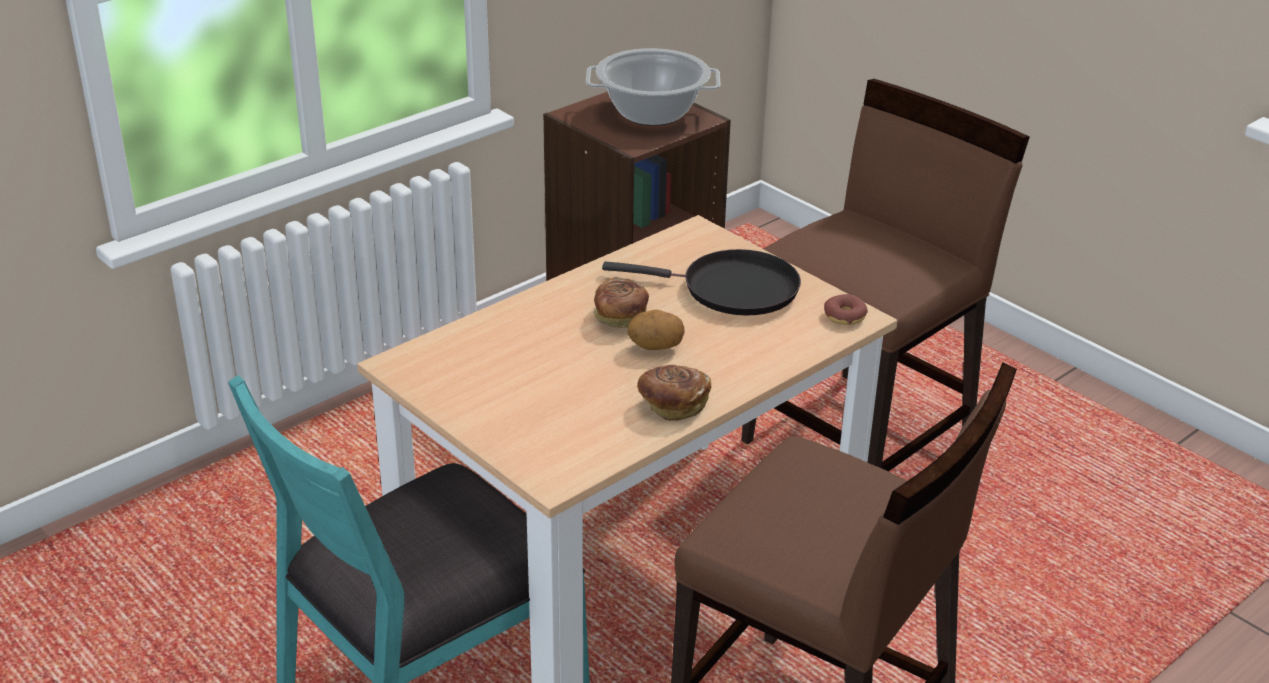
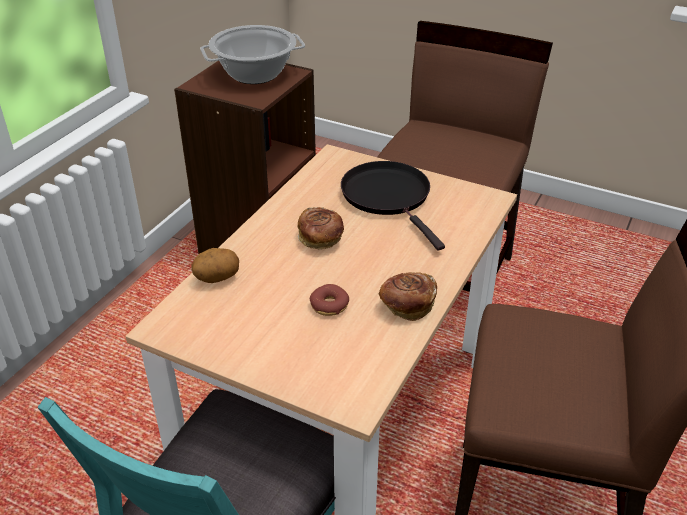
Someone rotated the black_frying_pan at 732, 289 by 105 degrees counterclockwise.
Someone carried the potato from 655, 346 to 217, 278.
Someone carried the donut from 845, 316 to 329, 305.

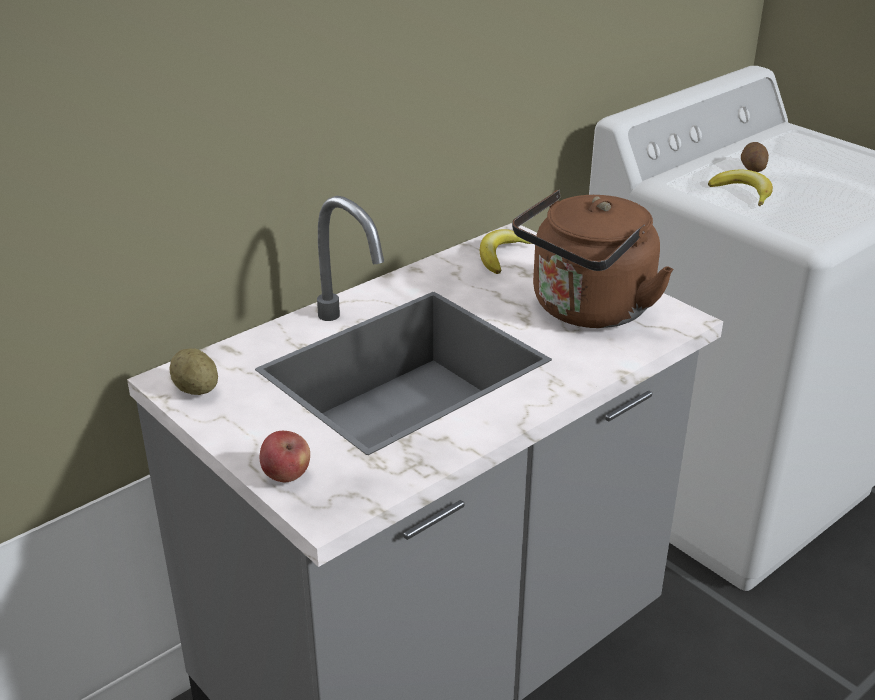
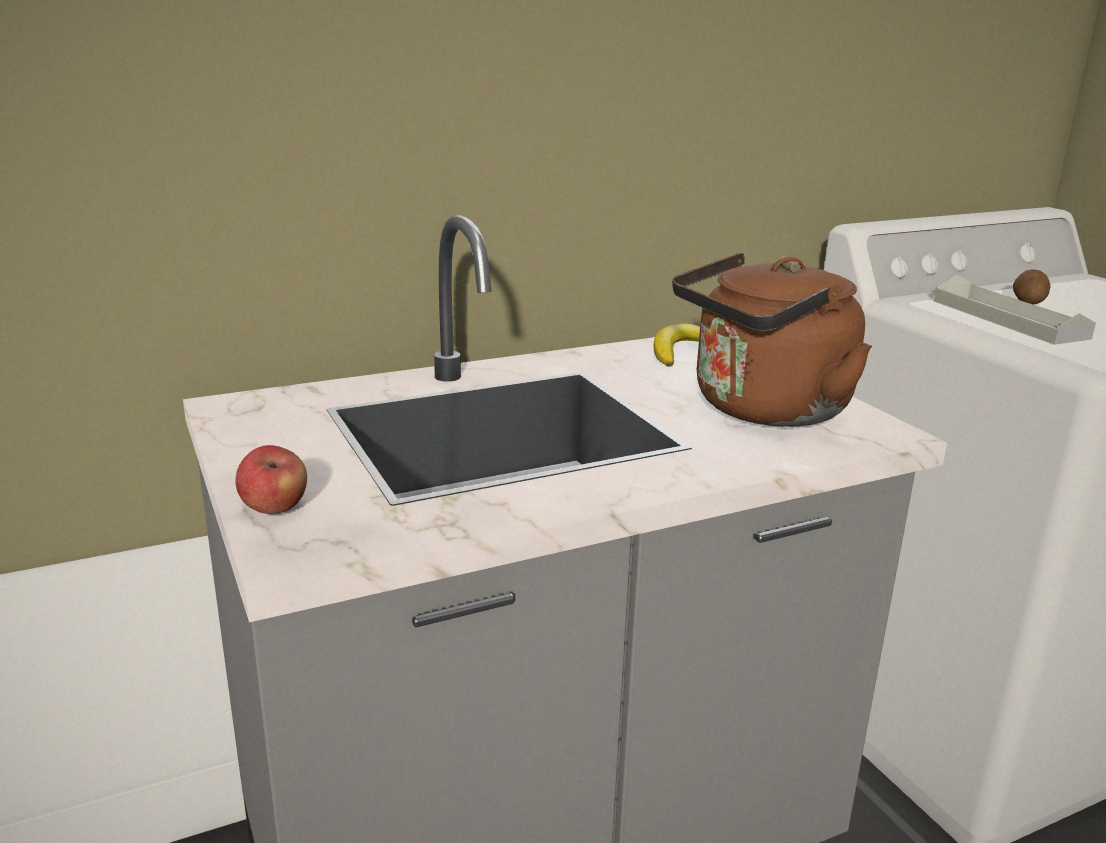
Someone took away the potato at 196, 389.
Someone swapped the banana at 743, 193 for the grey_tray at 1007, 319.

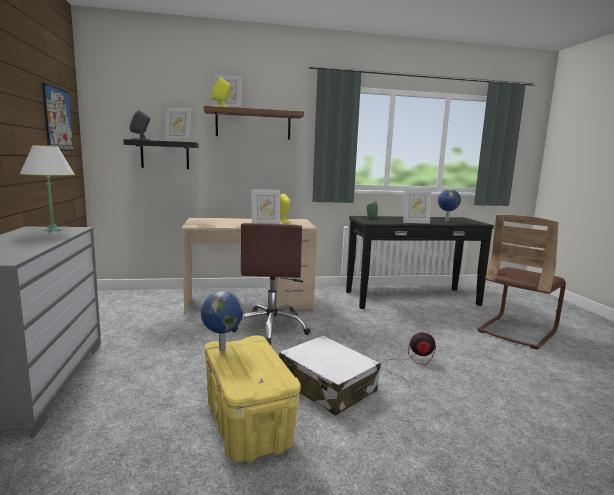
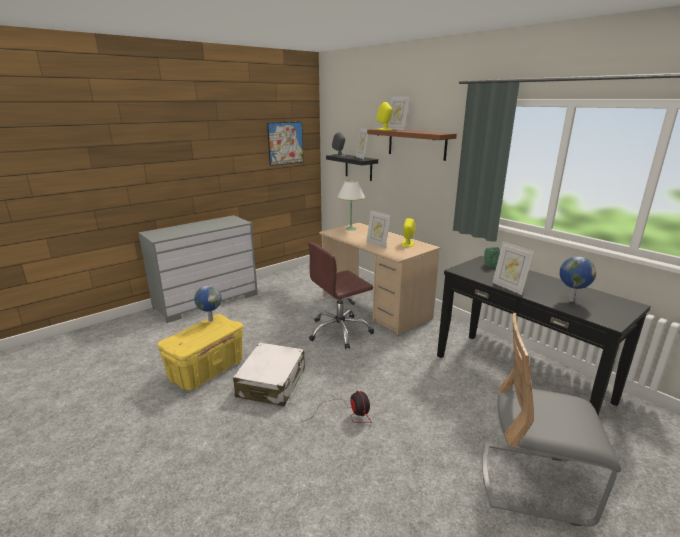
Someone carried the white_table_lamp from 52, 229 to 350, 228.
Someone repainted the brown_chair at 517, 331, which became the grey_chair at 534, 482.

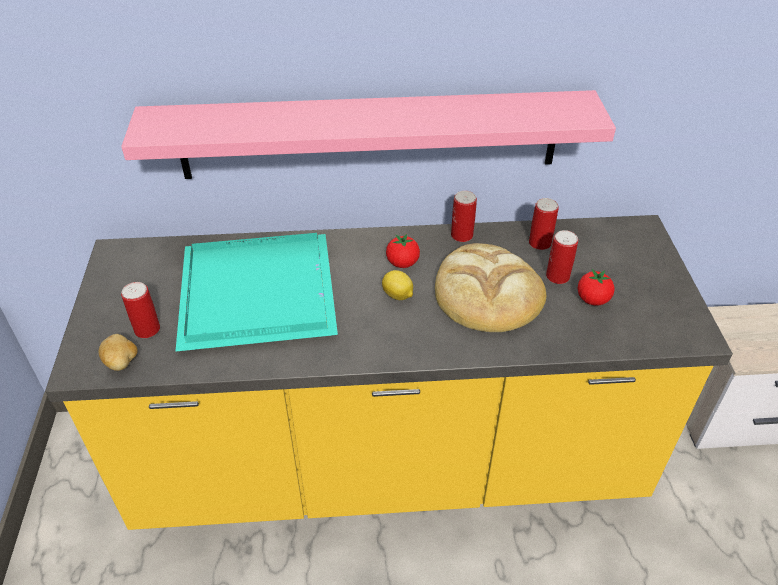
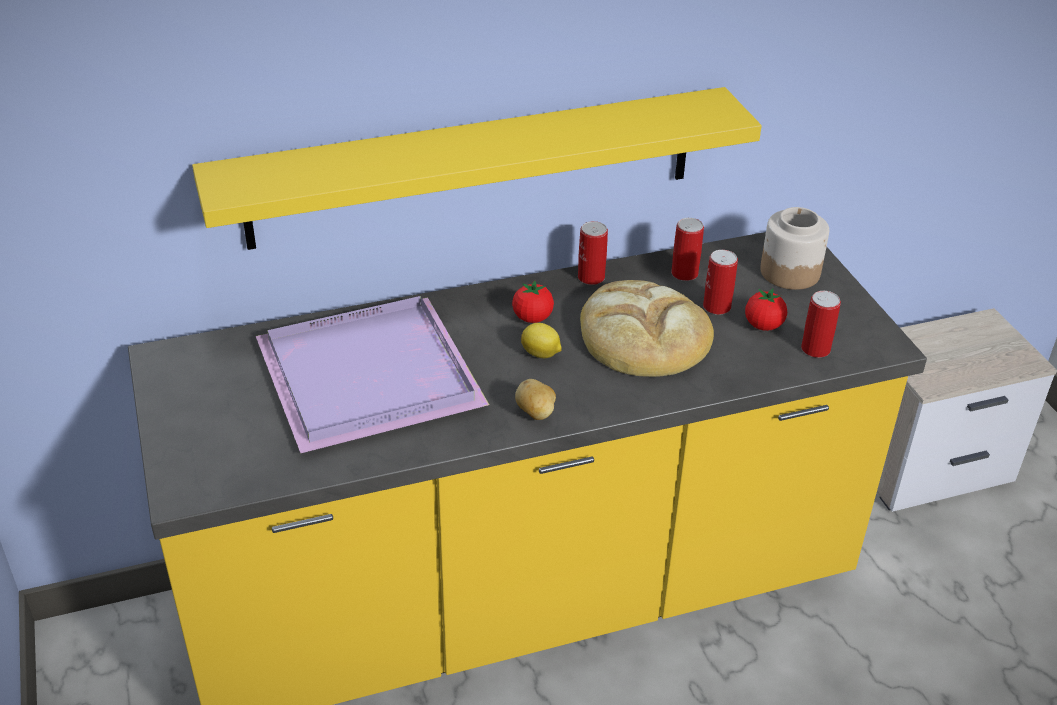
Someone carried the potato from 122, 363 to 536, 413.
Someone repainted the pink_shelf at 369, 135, which became the yellow_shelf at 474, 168.
Someone carried the can from 147, 329 to 815, 349.
Someone repainted the turquoise_tray at 260, 294, which became the purple_tray at 374, 377.
Someone put down the jar at 790, 272.

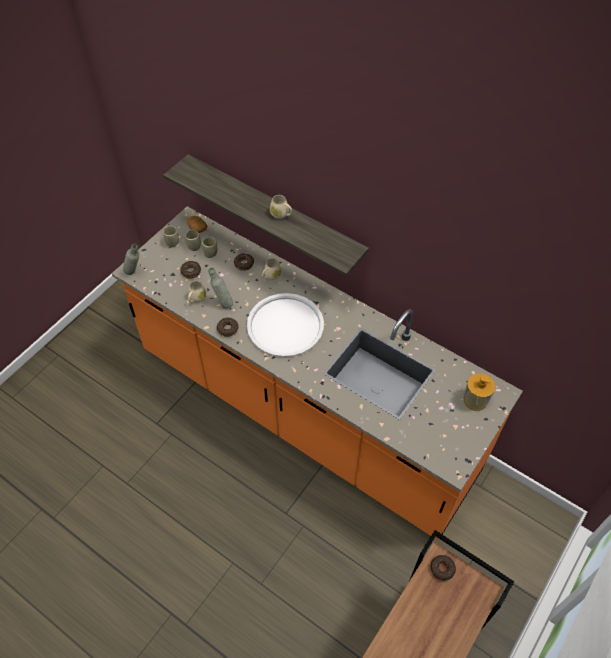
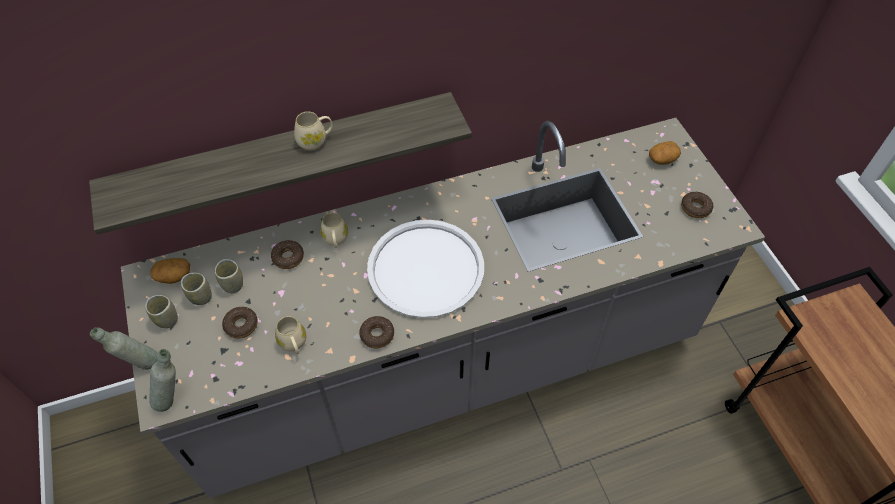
Someone repainted the orange_counter at 305, 411, which became the grey_counter at 447, 366.
Someone carried the grey_bottle from 222, 303 to 140, 365.
Someone carried the donut from 442, 569 to 695, 208.
Someone swapped the soap_dispenser at 475, 400 for the potato at 662, 159.

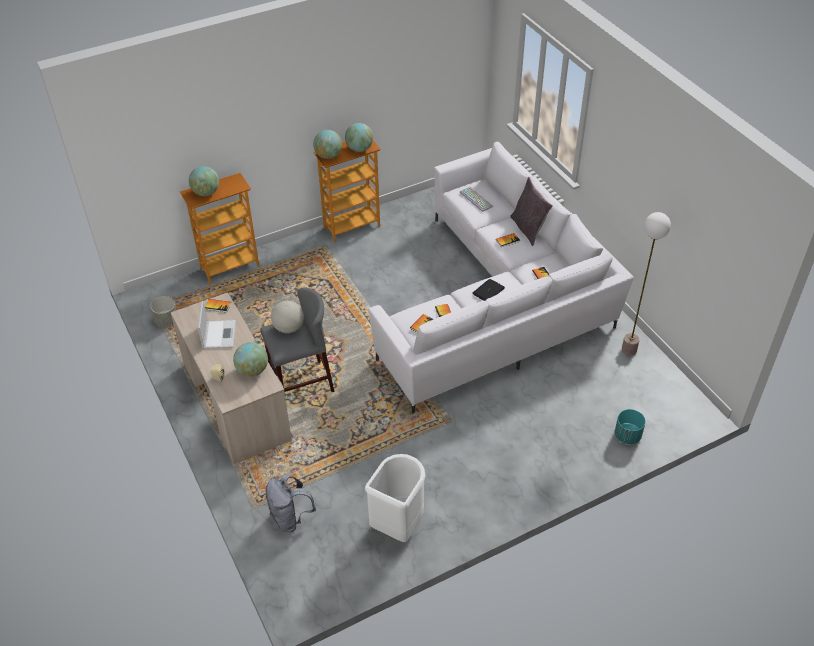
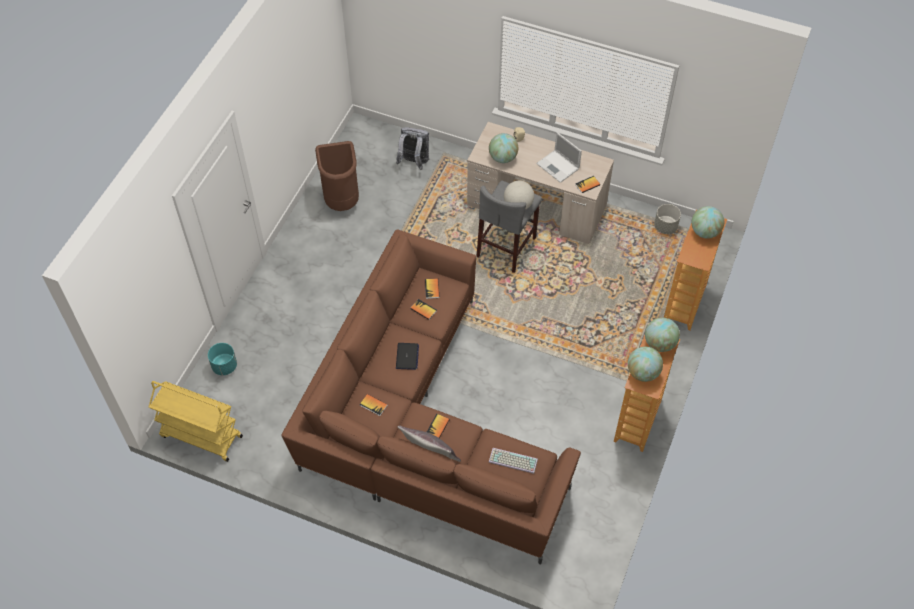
Someone repainted the white_trash_can at 398, 525, which became the brown_trash_can at 342, 200.
Someone repainted the white_sofa at 499, 304, which became the brown_sofa at 421, 426.
Someone took away the floor_lamp at 629, 350.
Someone put down the yellow_cart at 200, 436.

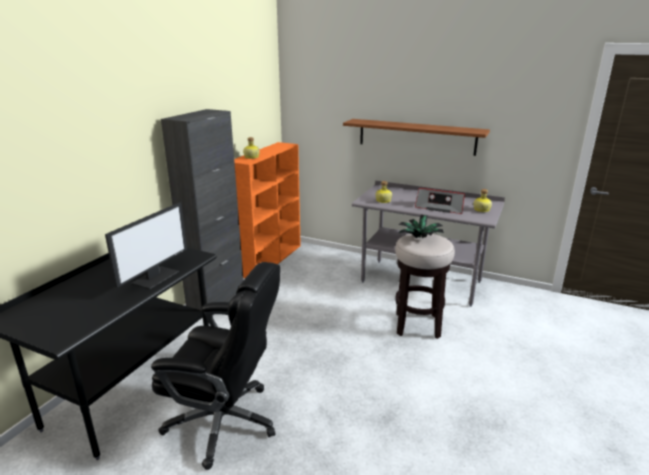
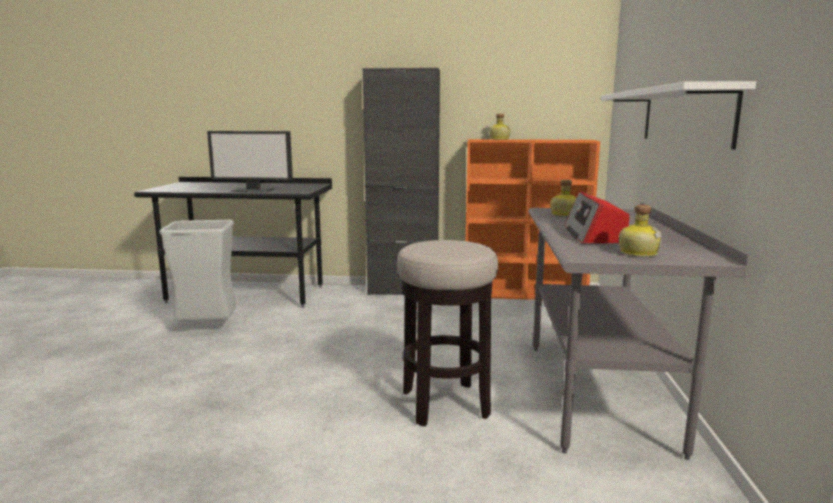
Someone swapped the black_office_chair at 225, 421 for the grey_trash_can at 207, 330.
Someone repainted the brown_shelf at 416, 136, which became the white_shelf at 684, 116.
Someone took away the potted_plant at 420, 238.

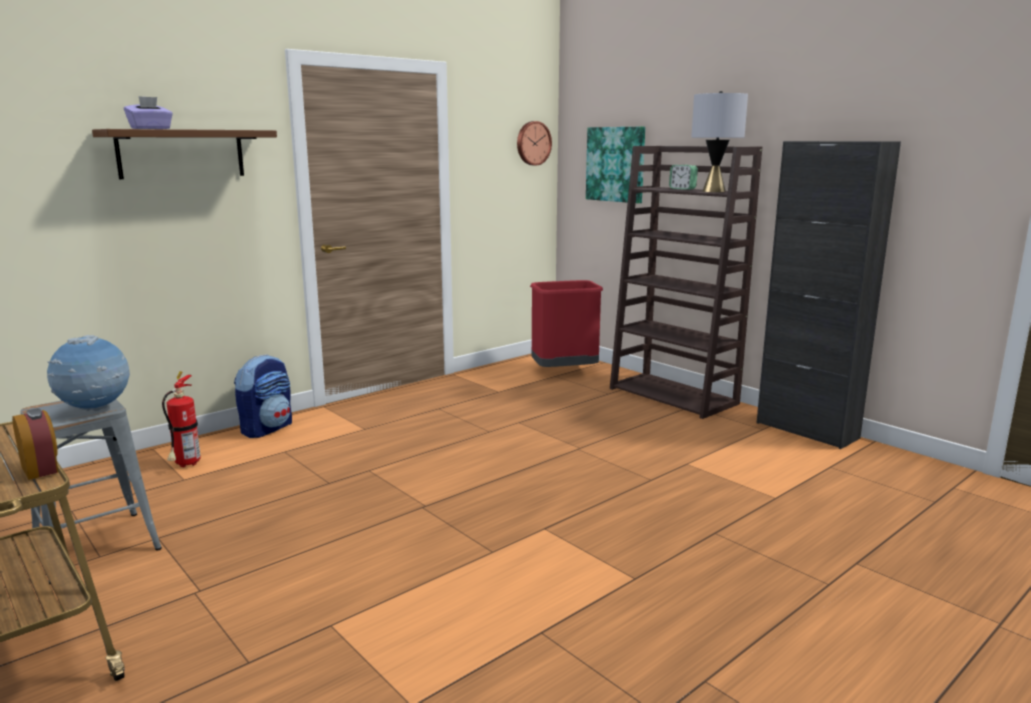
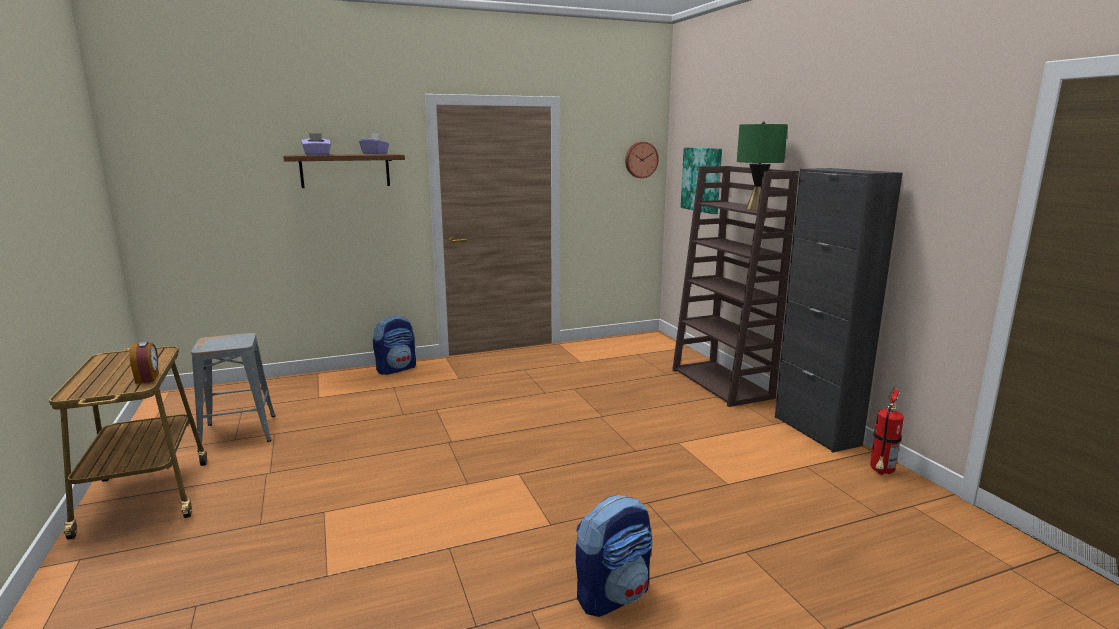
Someone took away the globe at 95, 410.
Someone carried the fire_extinguisher from 186, 465 to 881, 472.
Someone took away the red_trash_can at 564, 372.
Someone took away the alarm_clock at 682, 189.
Someone repainted the grey_table_lamp at 713, 191, which became the green_table_lamp at 756, 209.
Someone put down the purple_tissue_box at 375, 154.
Someone put down the backpack at 613, 595.

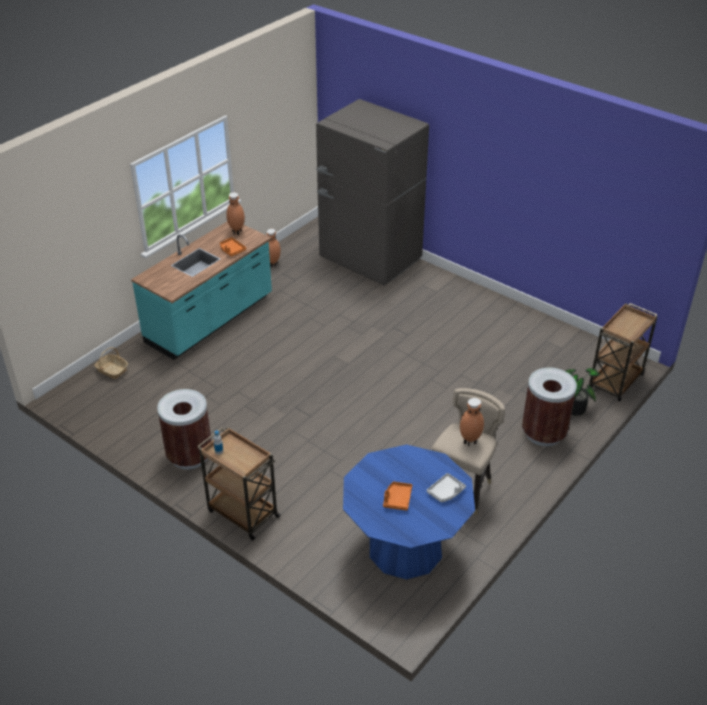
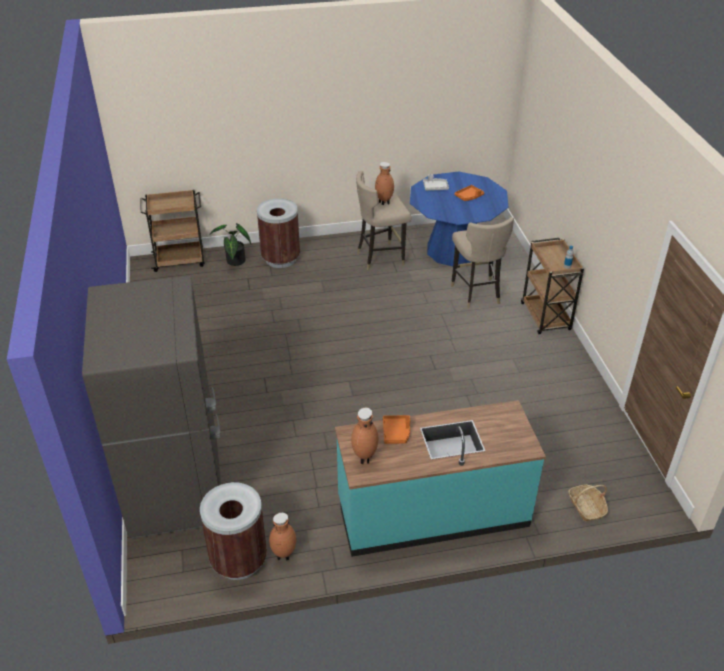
Someone carried the brown_trash_can from 189, 456 to 239, 560.
Someone put down the beige_stool at 476, 293.

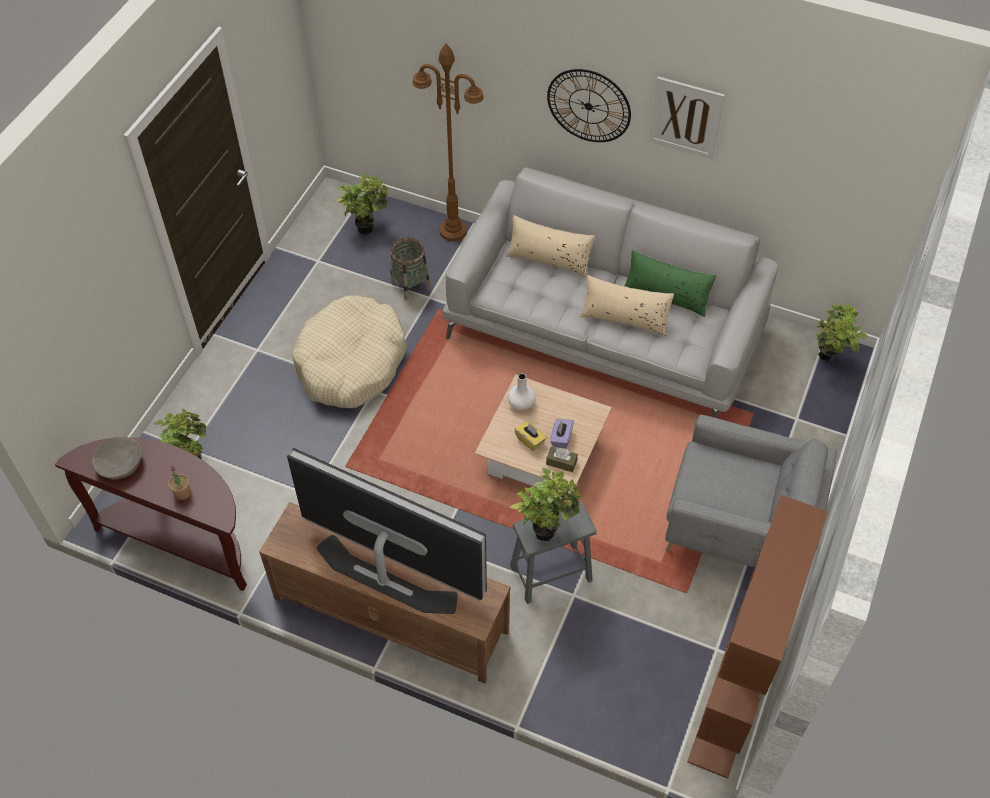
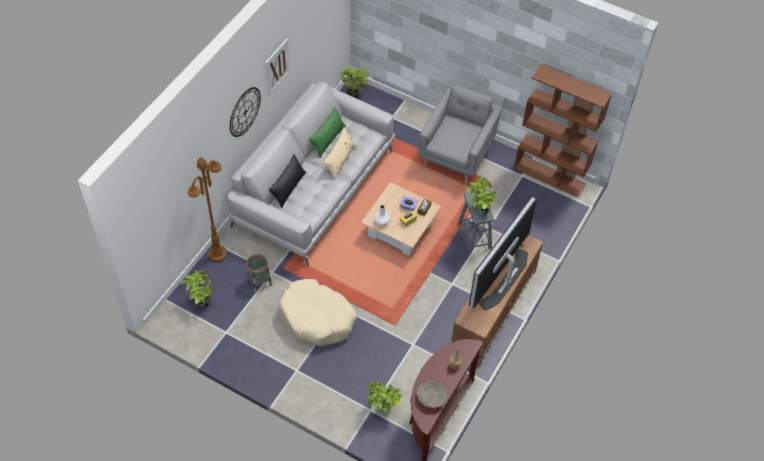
Someone repainted the beige_pillow at 549, 259, which became the black_pillow at 288, 188.

